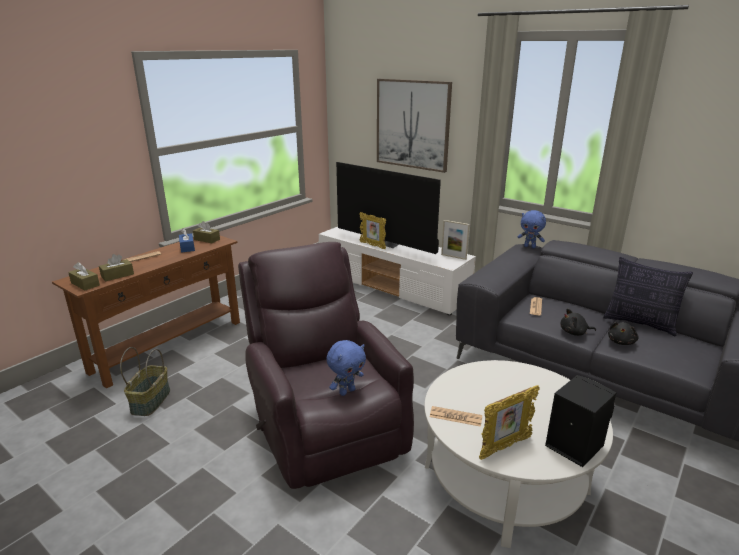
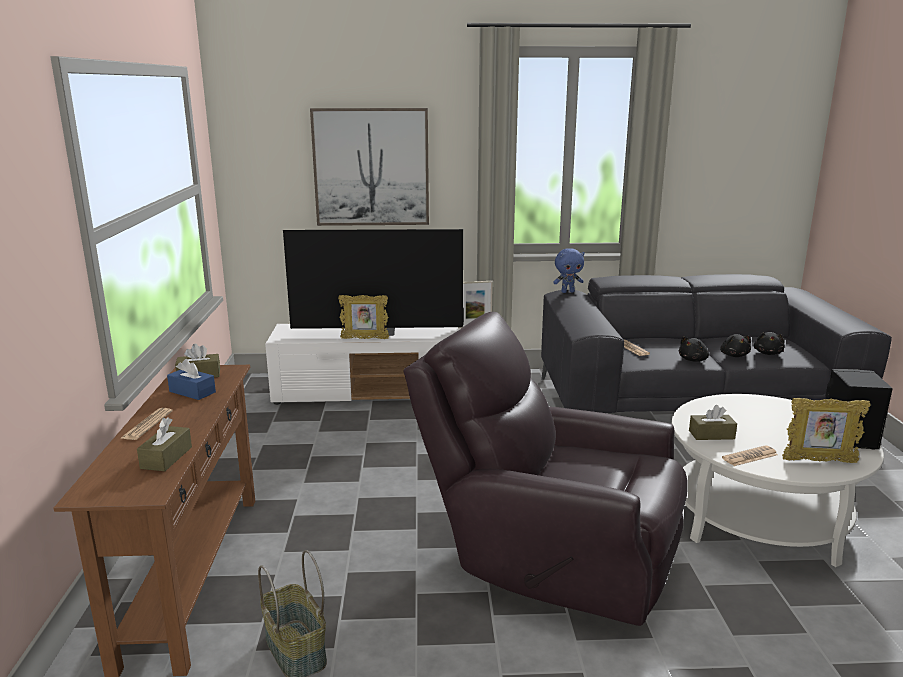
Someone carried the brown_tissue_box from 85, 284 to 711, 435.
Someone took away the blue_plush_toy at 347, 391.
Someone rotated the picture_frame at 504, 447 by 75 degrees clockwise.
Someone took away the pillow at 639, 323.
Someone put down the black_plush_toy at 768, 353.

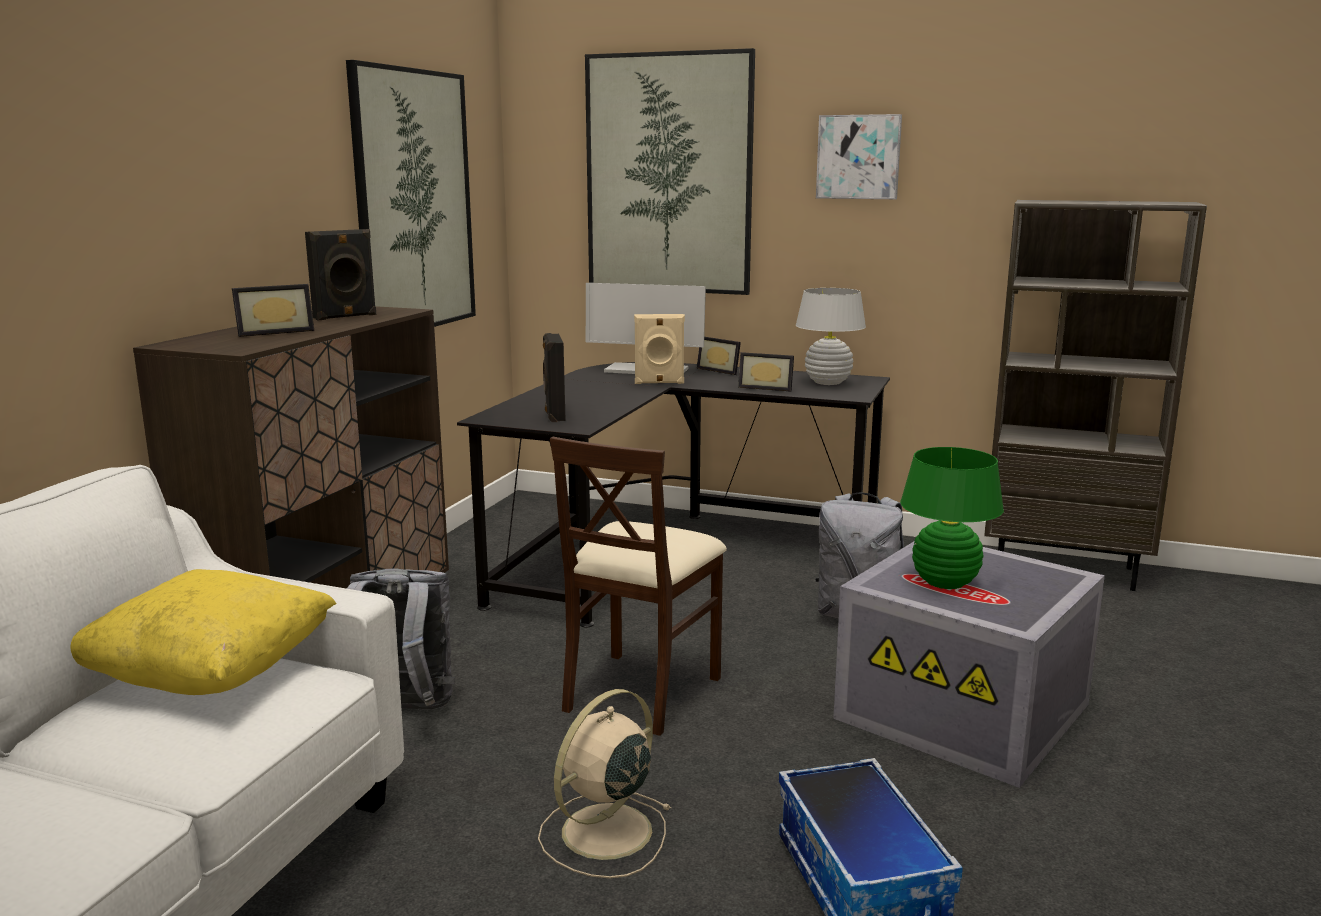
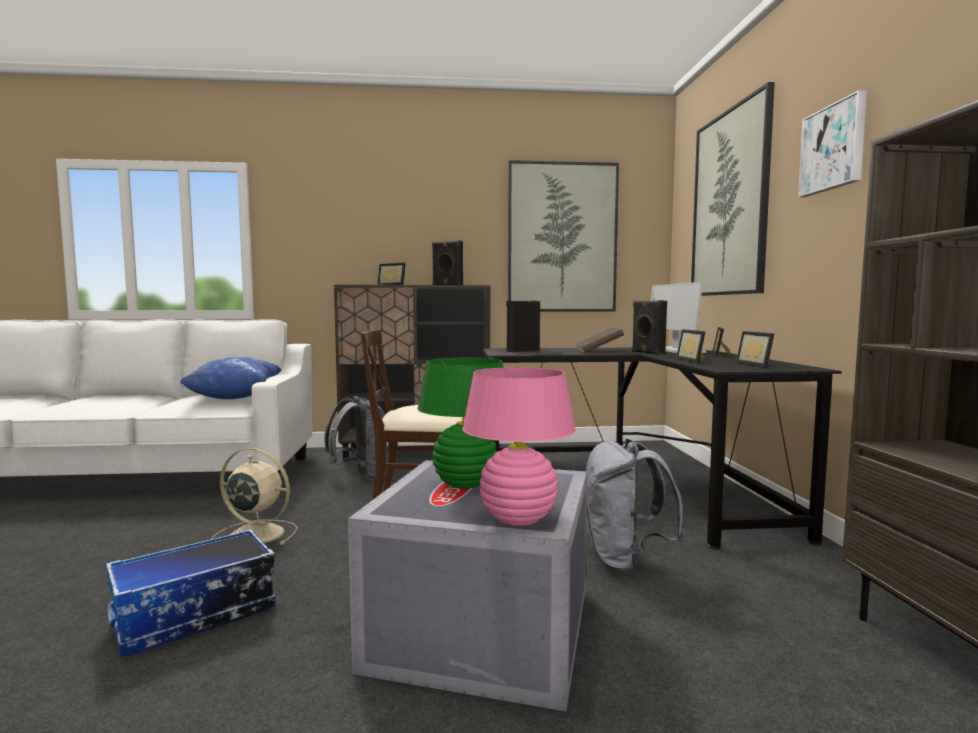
Someone repainted the yellow_pillow at 212, 674, which became the blue_pillow at 236, 398.
Someone repainted the beige_speaker at 659, 383, which became the black_speaker at 647, 353.
Someone swapped the white_table_lamp at 828, 382 for the picture_frame at 758, 365.
Someone put down the pink_table_lamp at 517, 518.
Someone put down the brown_book at 598, 351.

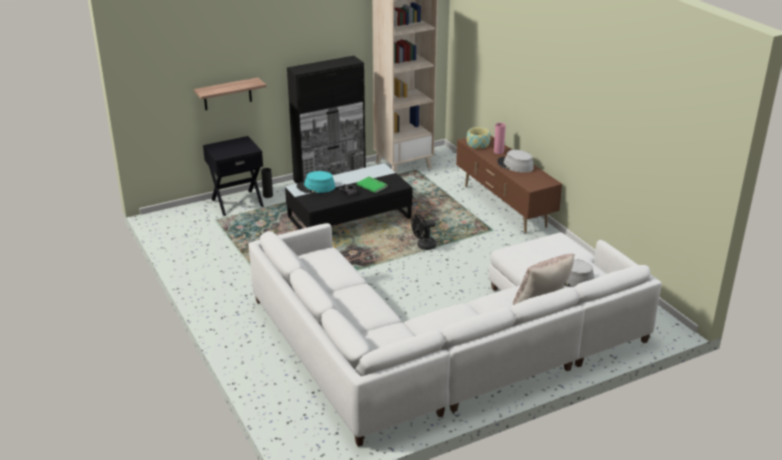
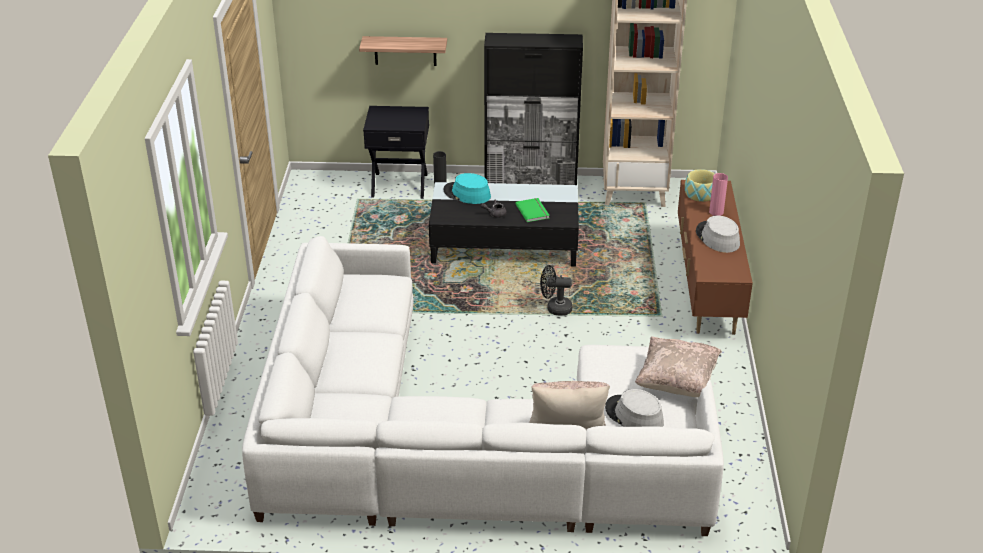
Someone put down the beige_pillow at 676, 382.

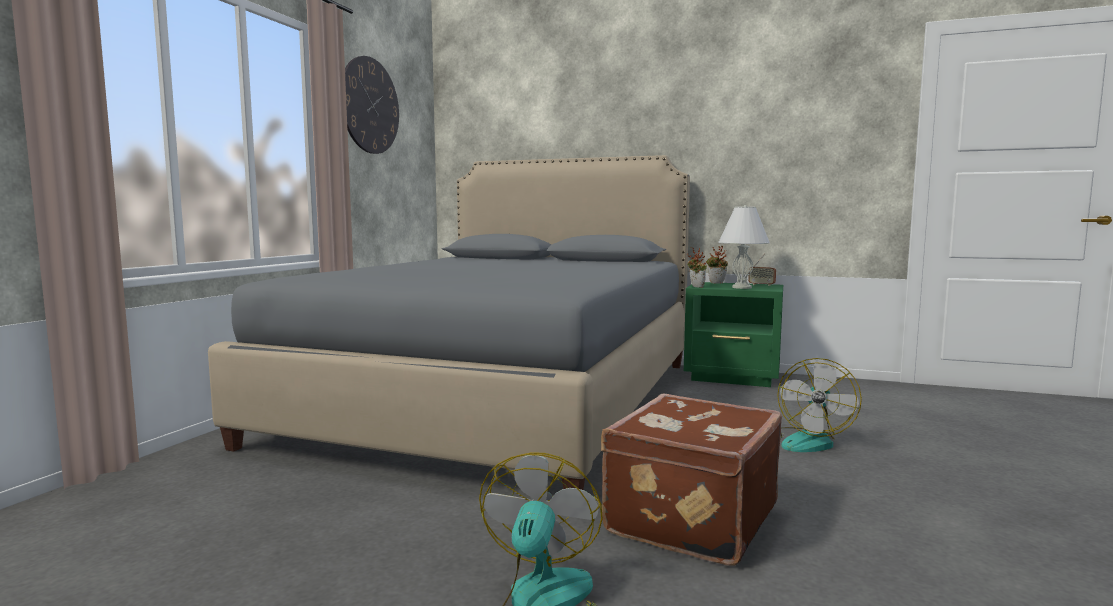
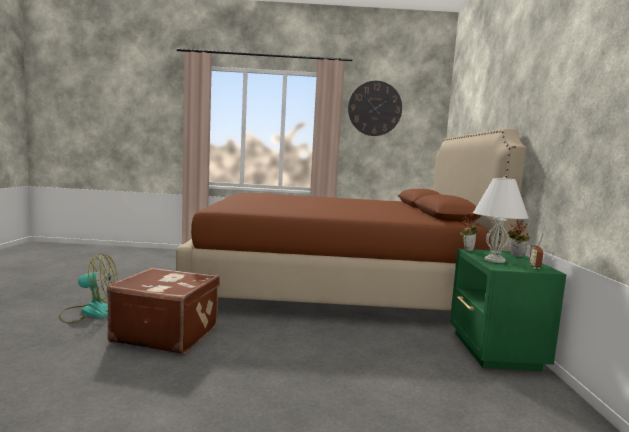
Someone repainted the grey_bed at 502, 399, which became the brown_bed at 334, 286.
Someone took away the fan at 807, 441.

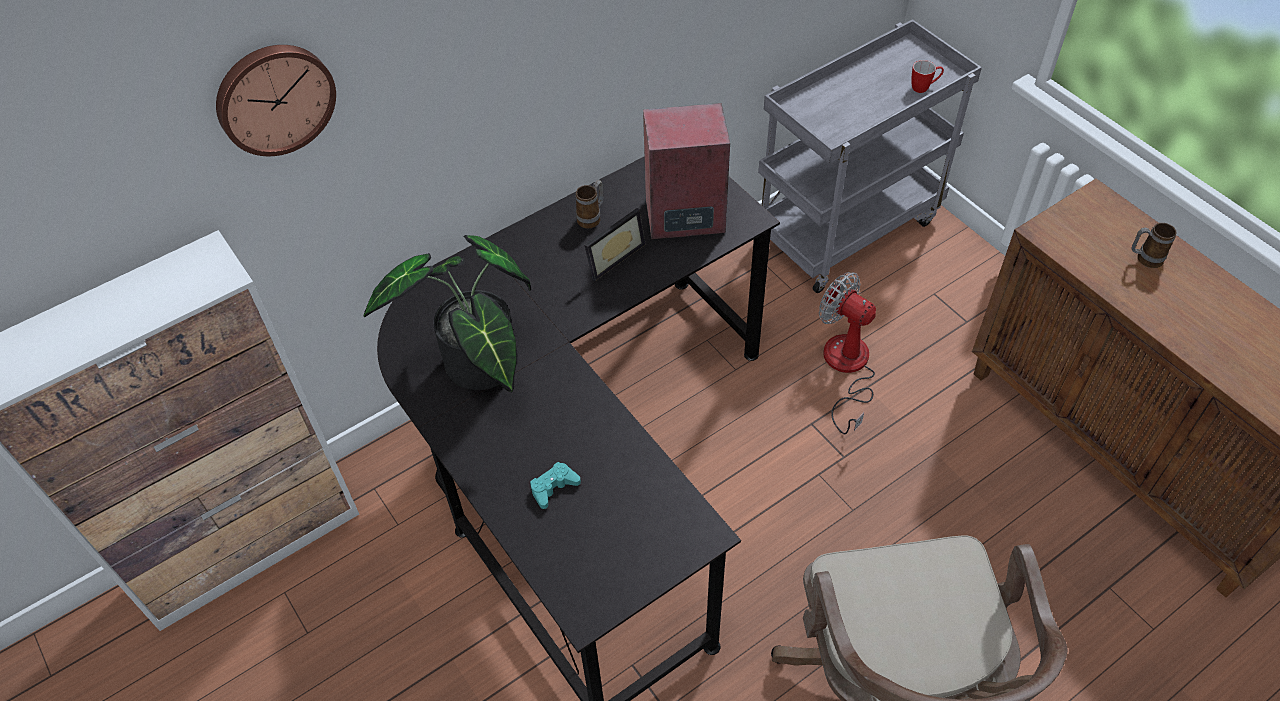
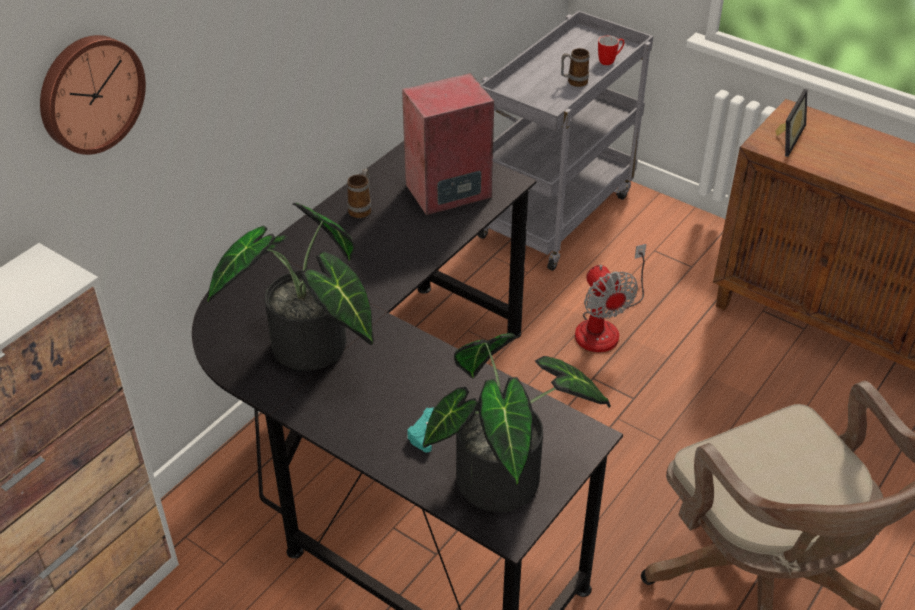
Someone carried the picture_frame from 611, 256 to 785, 137.
Someone rotated the fan at 846, 369 by 135 degrees counterclockwise.
Someone carried the mug from 1144, 259 to 573, 82.
Someone put down the potted_plant at 508, 483.

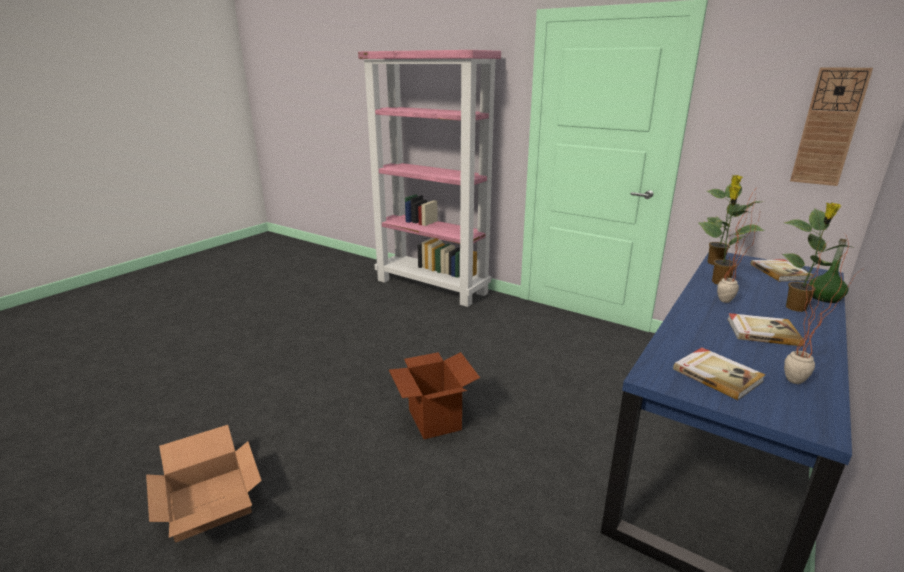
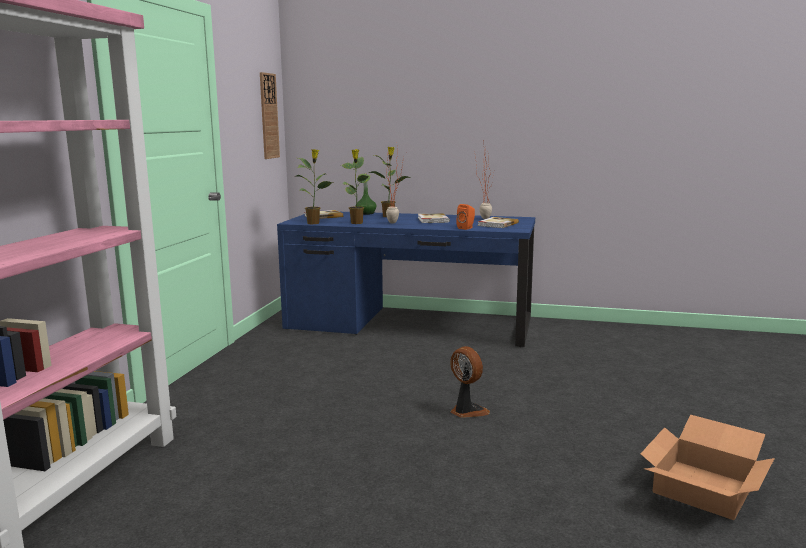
Someone swapped the cardboard_box at 434, 419 for the fan at 466, 411.
Someone put down the orange_speaker at 466, 228.

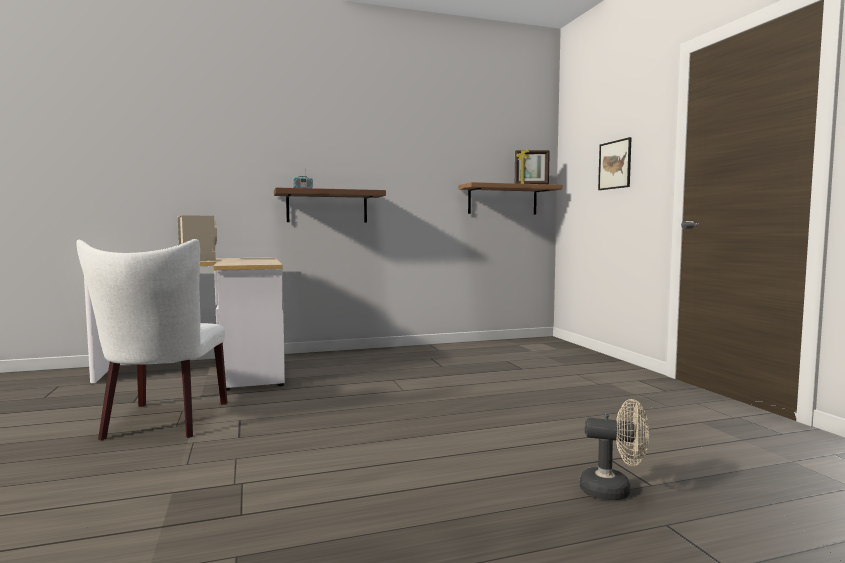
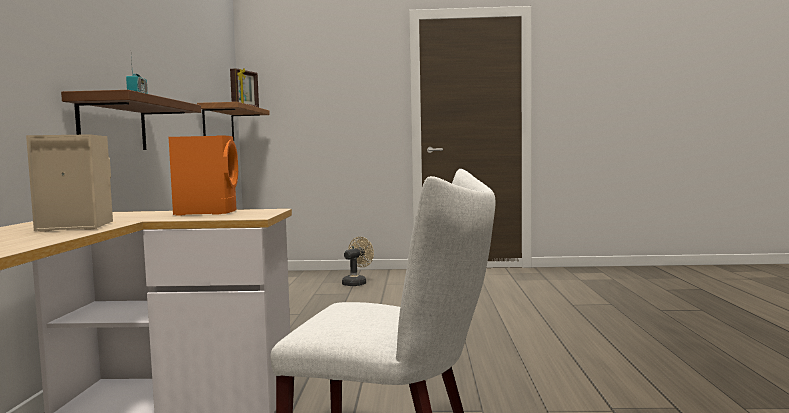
Someone carried the beige_fan from 614, 490 to 357, 283.
Someone took away the picture at 615, 165.
Someone put down the orange_speaker at 207, 212.

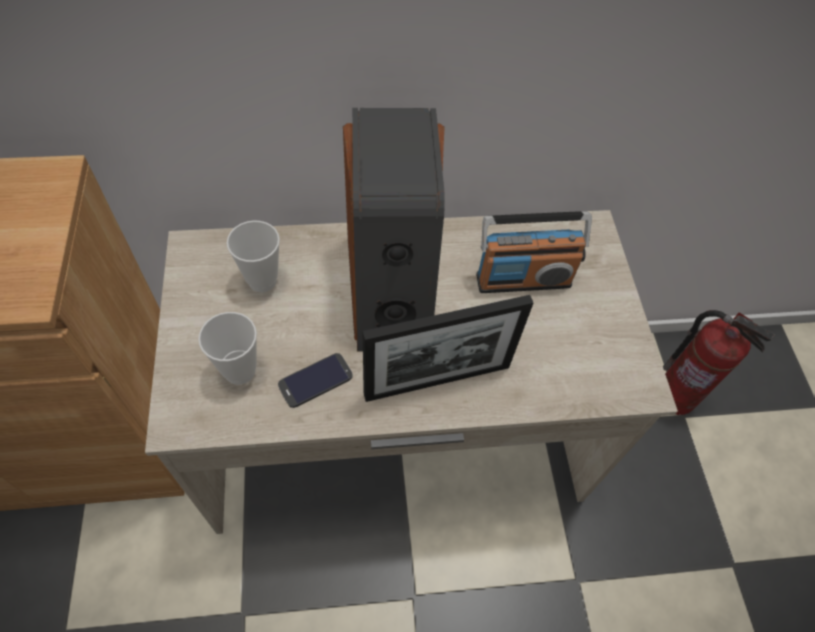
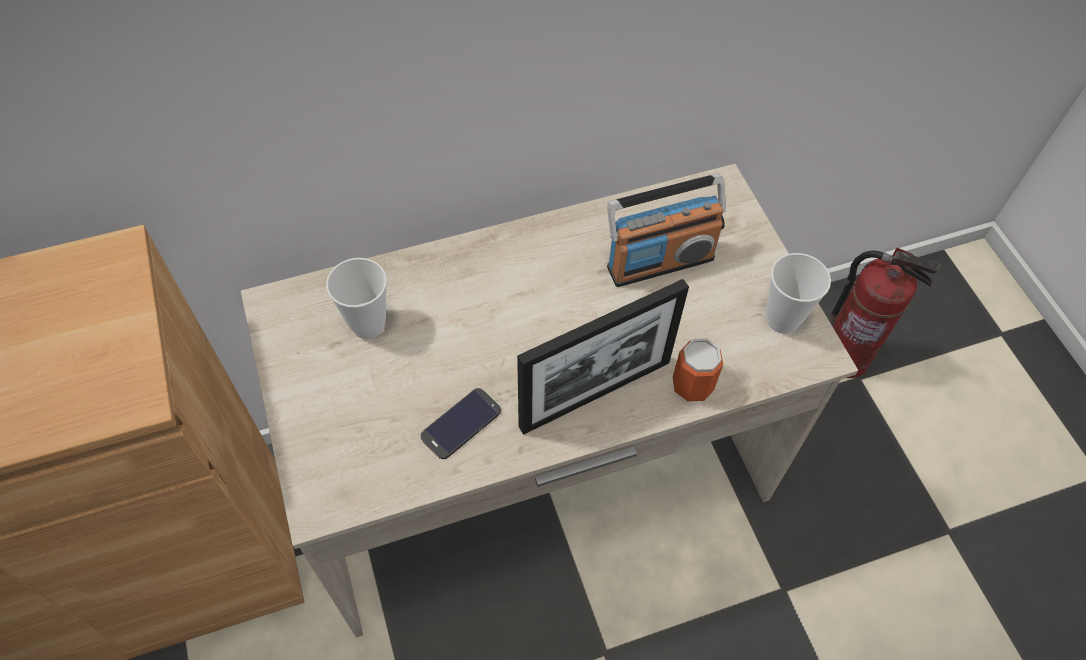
Someone carried the cup from 240, 371 to 782, 319.
Someone took away the speaker at 391, 289.
Someone put down the can at 692, 385.

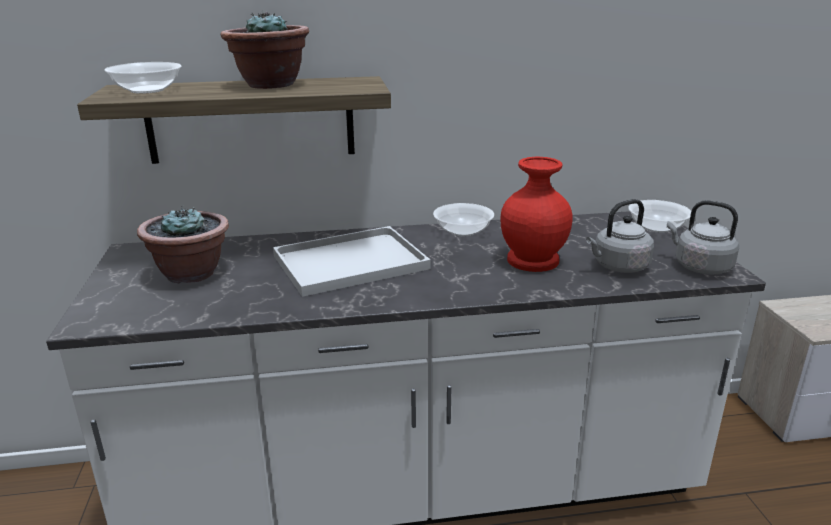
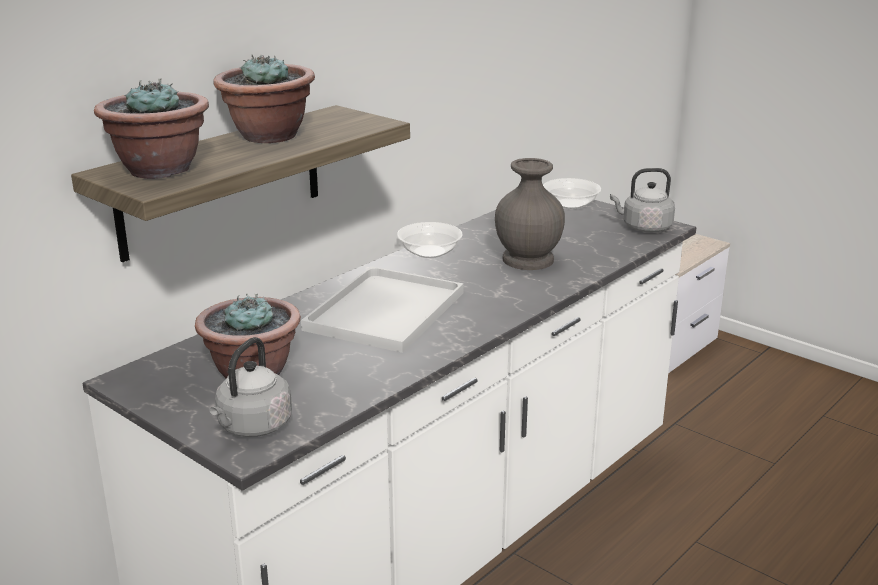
Someone swapped the bowl at 147, 90 for the potted_plant at 159, 170.
Someone repainted the red_vase at 533, 259, which became the grey_vase at 527, 259.
Someone carried the grey_kettle from 618, 267 to 252, 427.

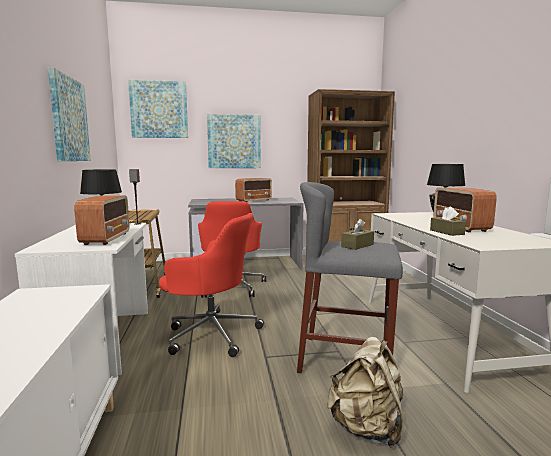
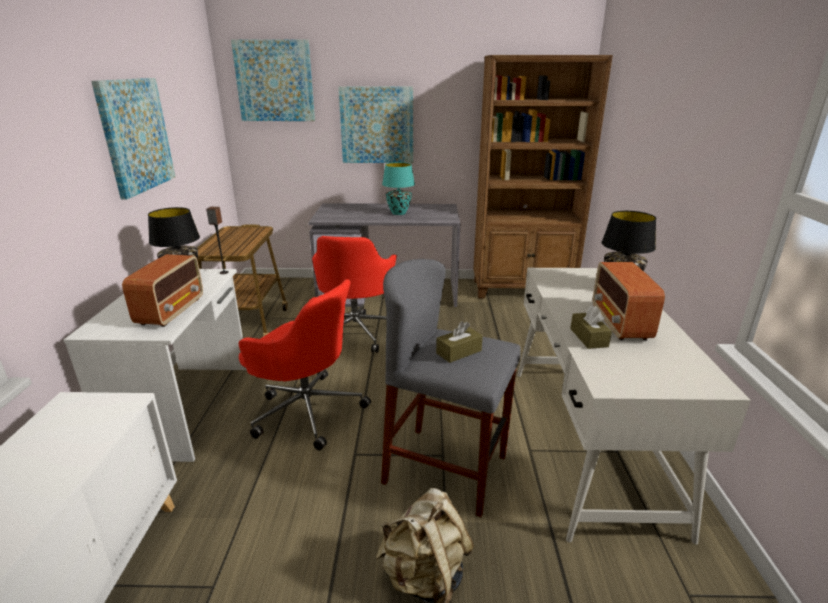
Someone swapped the radio at 254, 200 for the turquoise_table_lamp at 398, 213.

